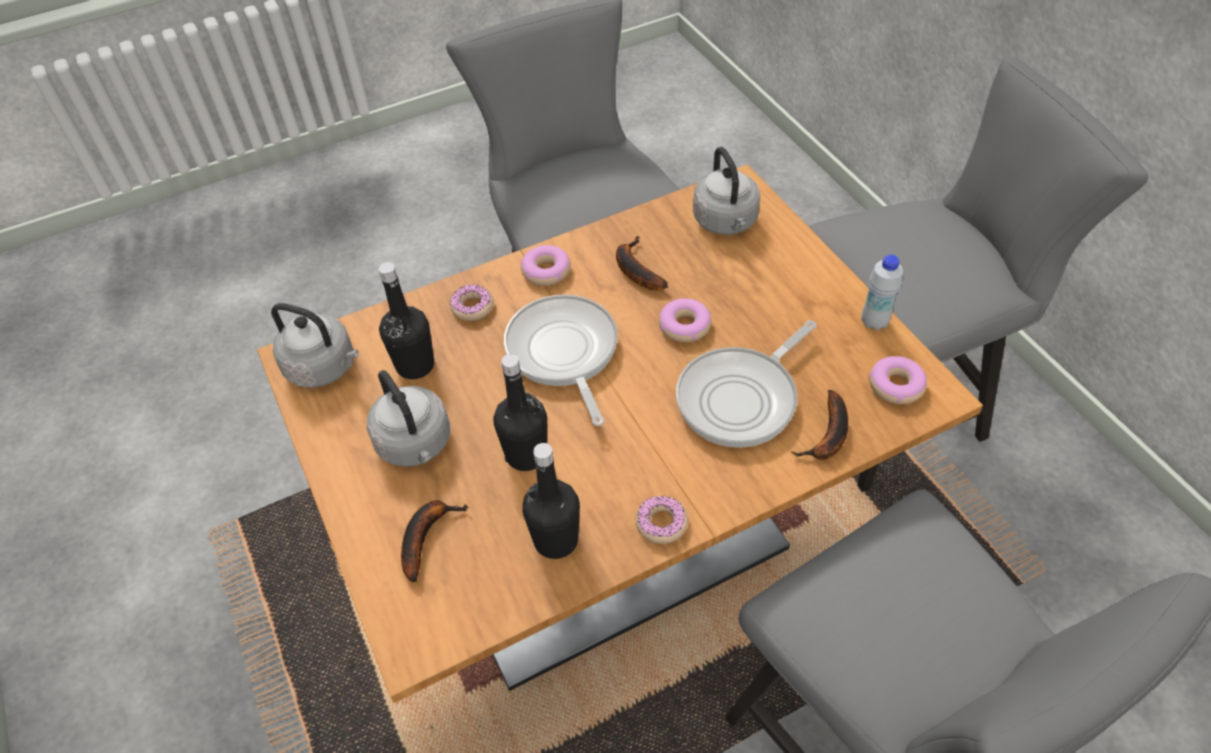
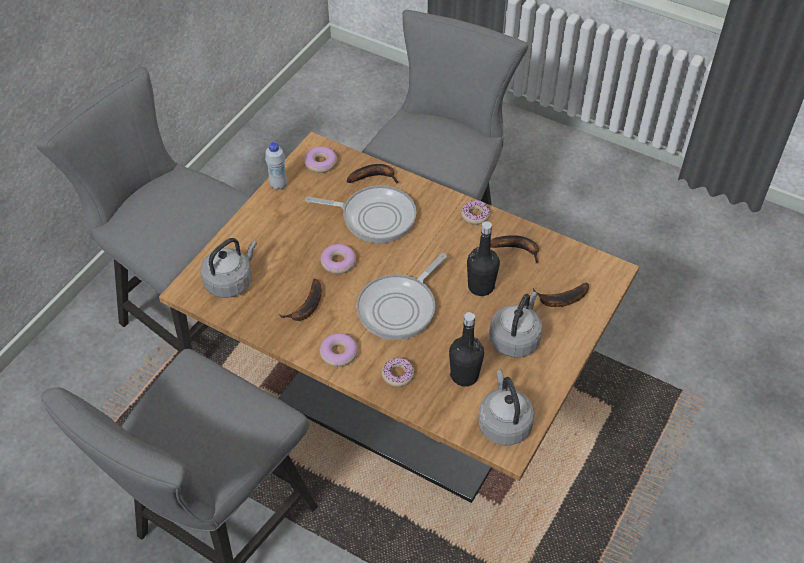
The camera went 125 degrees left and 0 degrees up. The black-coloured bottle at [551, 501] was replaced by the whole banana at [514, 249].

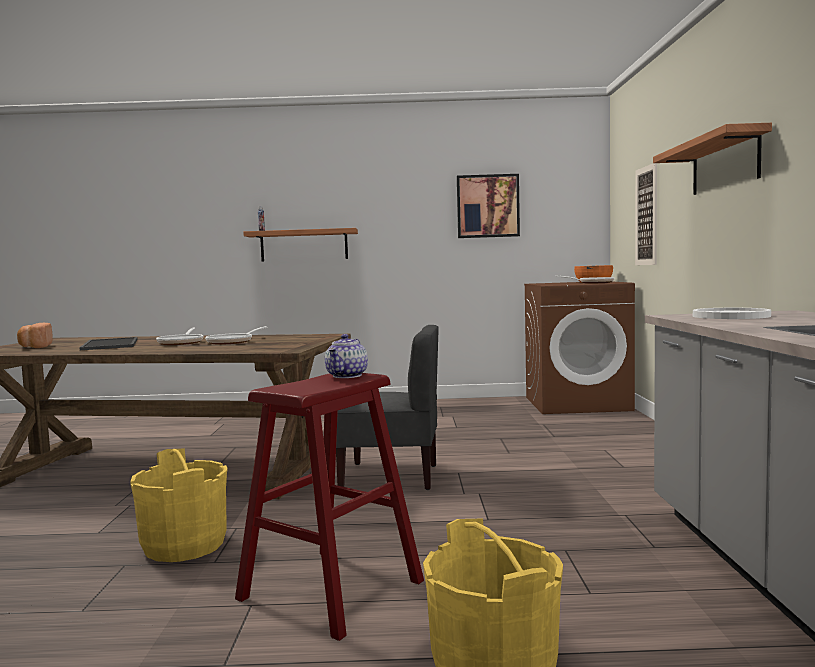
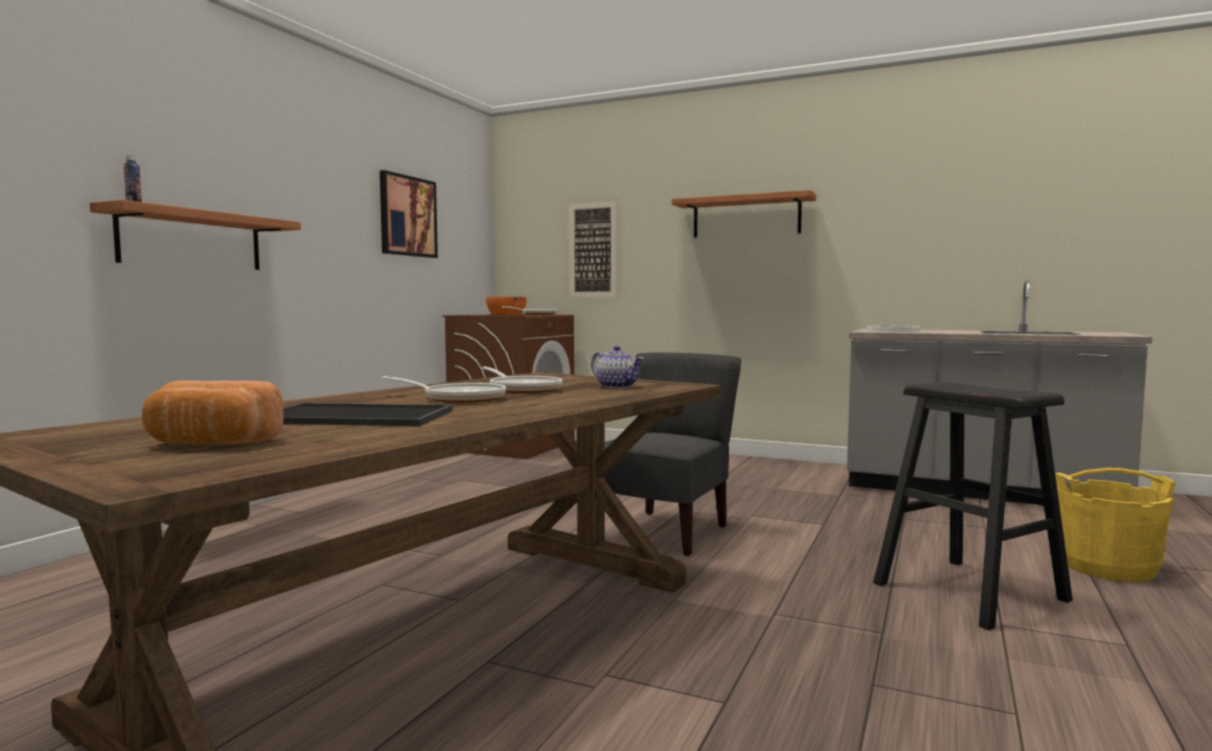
The camera went 65 degrees left and 0 degrees up. The pot for tea moved from [346, 356] to [617, 367]. The red-coloured stool seat at [329, 507] became the black-coloured stool seat at [973, 506]. The yellowish bucket at [179, 505] disappeared.

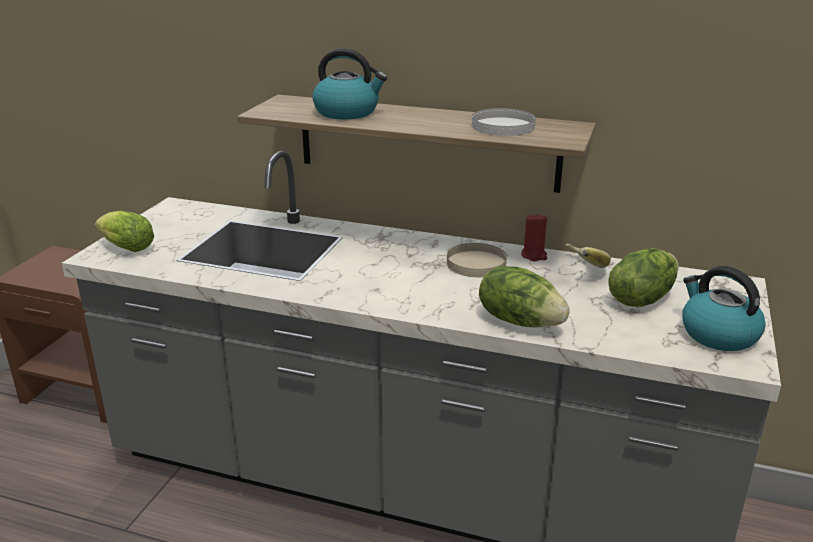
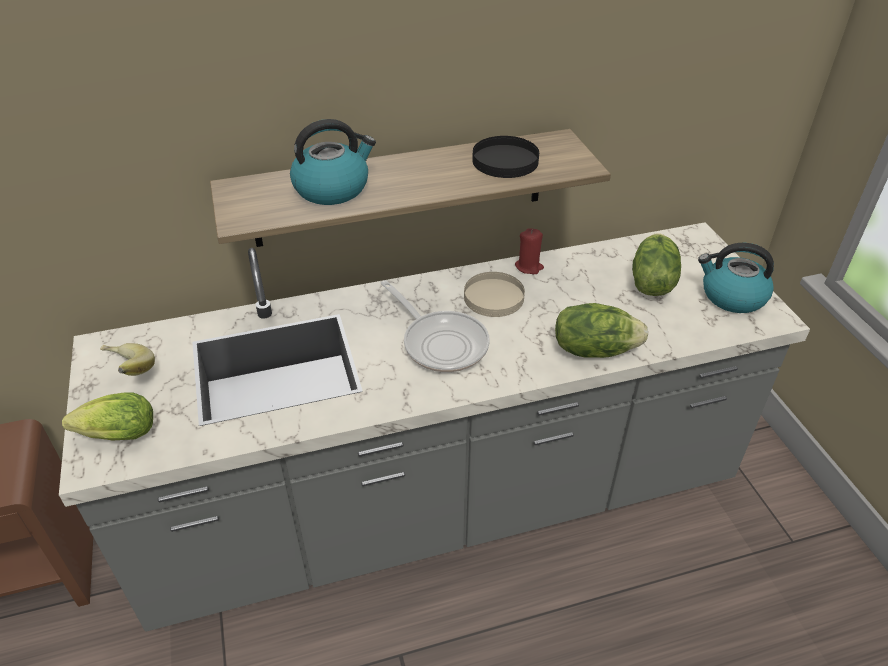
The camera went 35 degrees left and 15 degrees up. The whitish dinner plate at [504, 122] became the black-coloured dinner plate at [505, 157]. The whole banana moved from [588, 255] to [127, 359]. The frying pan at [435, 326] appeared.

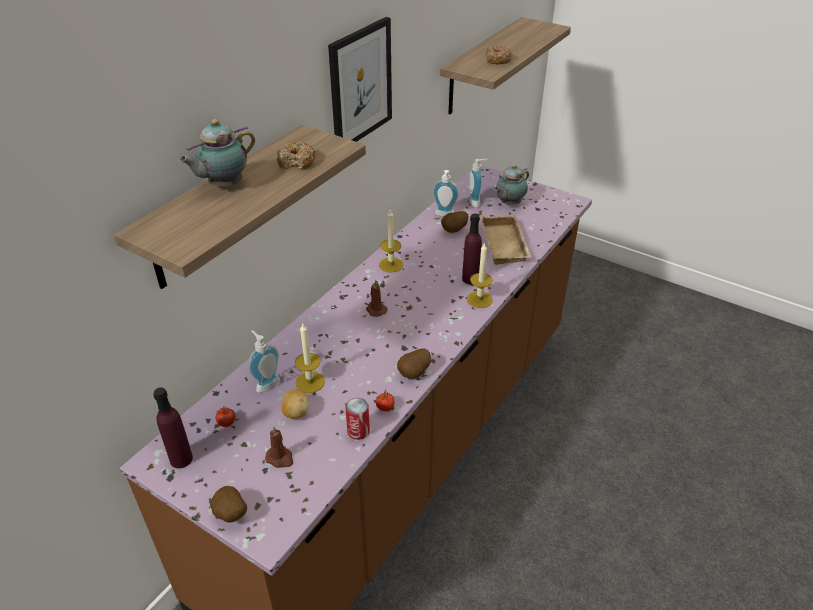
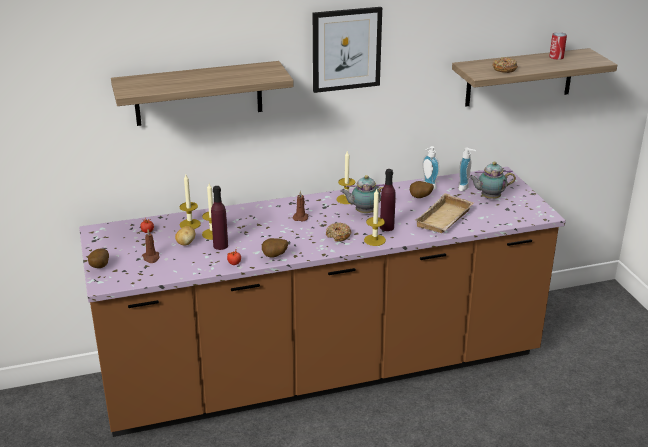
The camera went 40 degrees right and 10 degrees down. The pot for tea moved from [217, 153] to [362, 194]. The doughnut moved from [296, 155] to [338, 232]. The soap bottle at [264, 361] was replaced by the wax light at [190, 202]. The purple bottle moved from [173, 427] to [219, 218]. The can moved from [358, 419] to [558, 46].

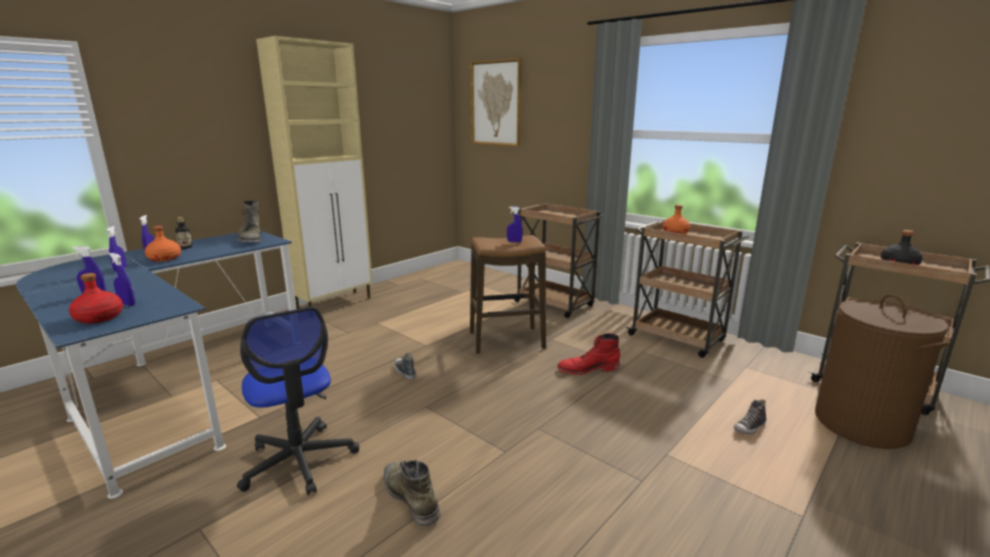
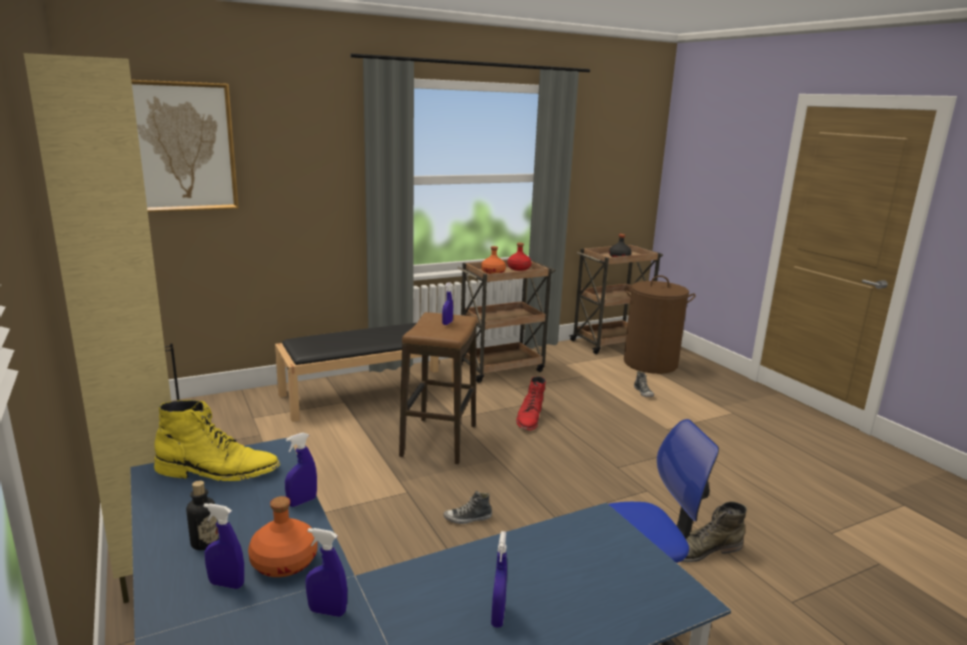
The camera went 70 degrees left and 0 degrees up. The greenish boot at [249, 221] became the yellowish boot at [217, 440]. The brown trolley at [559, 260] was replaced by the black-coloured bench at [364, 372]. The blue-coloured spray bottle moved from [122, 279] to [301, 470]. The red-coloured bottle moved from [96, 298] to [519, 257].

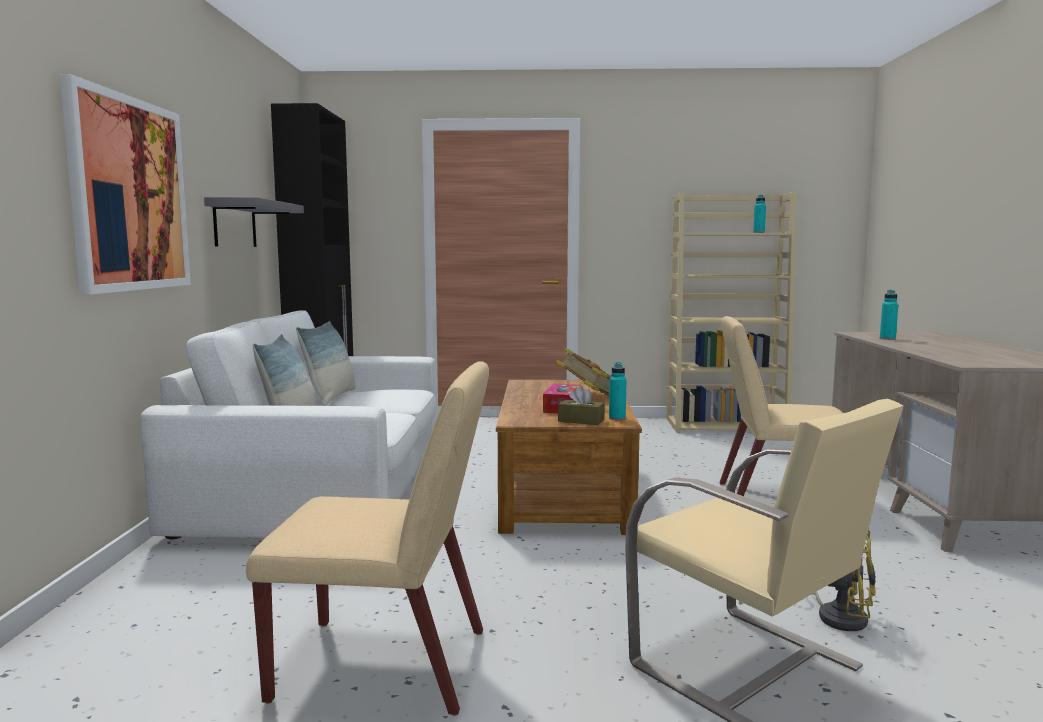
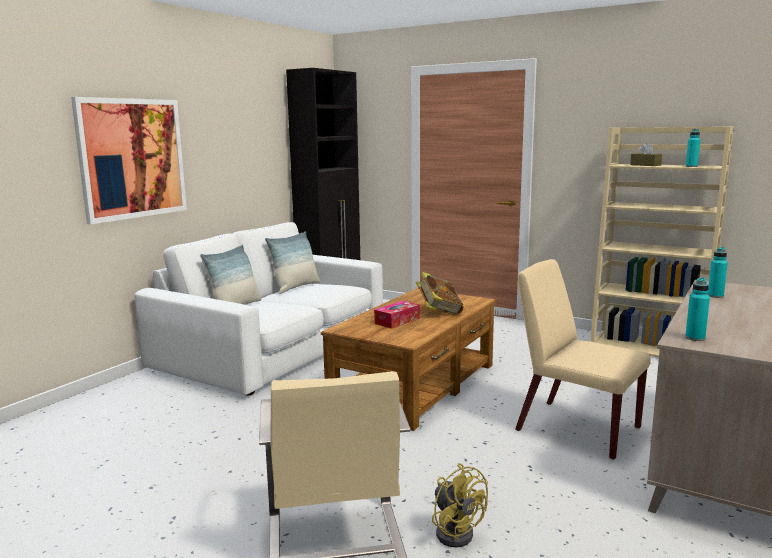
The camera went 30 degrees right and 5 degrees up. The gray wall shelf at [254, 222] disappeared. The sand-coloured chair at [367, 539] disappeared. The turquoise bottle moved from [618, 391] to [697, 309]. The brown box of tissues moved from [581, 405] to [646, 154].

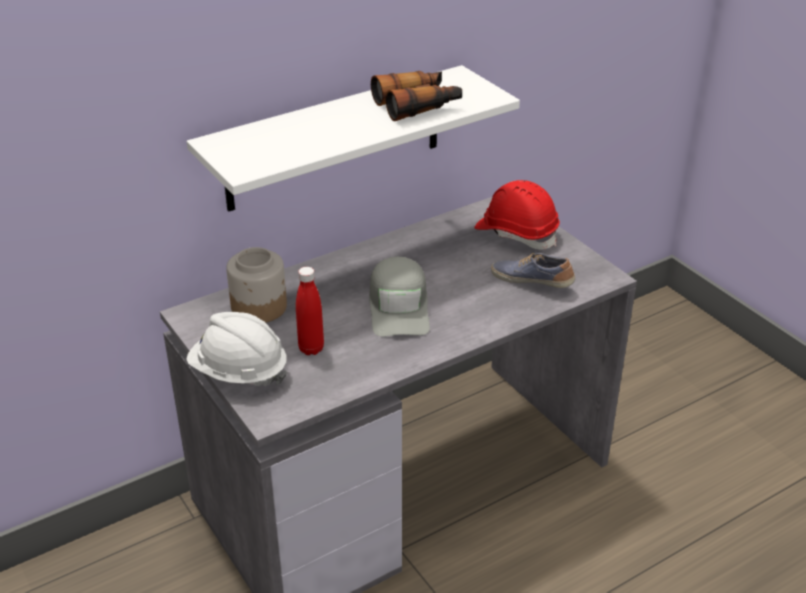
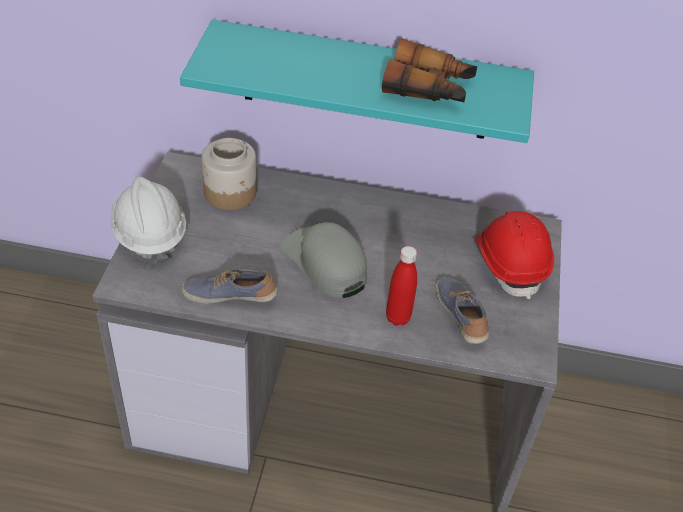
The camera went 40 degrees right and 10 degrees up. The whitish wall shelf at [353, 138] became the turquoise wall shelf at [357, 81]. The gray peaked cap at [399, 296] turned 105 degrees clockwise. The red-coloured bottle moved from [310, 311] to [401, 286]. The item of footwear at [230, 286] appeared.

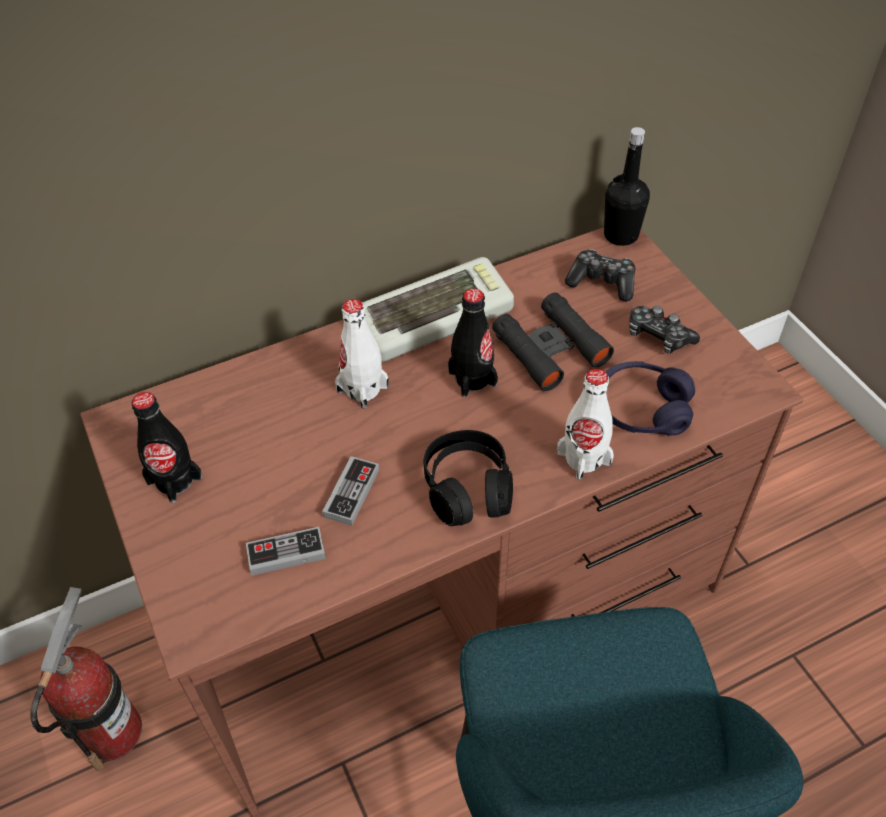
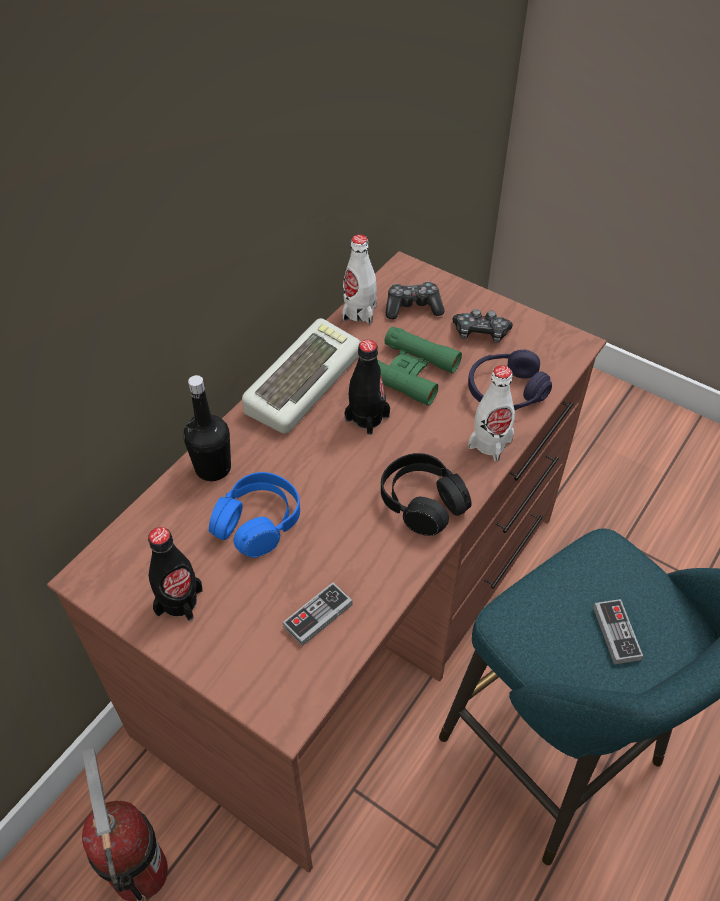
The camera went 30 degrees left and 0 degrees up. The black-coloured bottle moved from [627, 186] to [207, 428]. The black-coloured field glasses at [553, 341] became the greenish field glasses at [420, 366]. The whitish bottle moved from [362, 354] to [359, 279]. The joypad moved from [350, 491] to [618, 631]. The blue-coloured headphones at [254, 515] appeared.

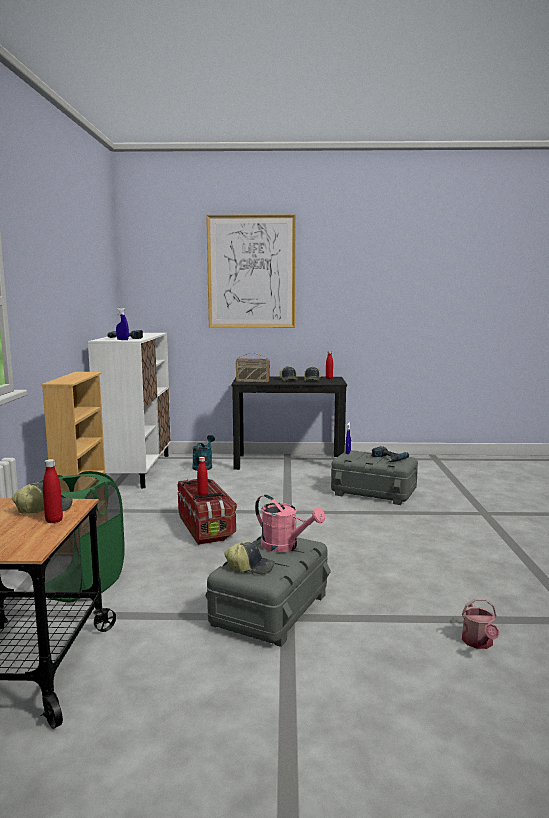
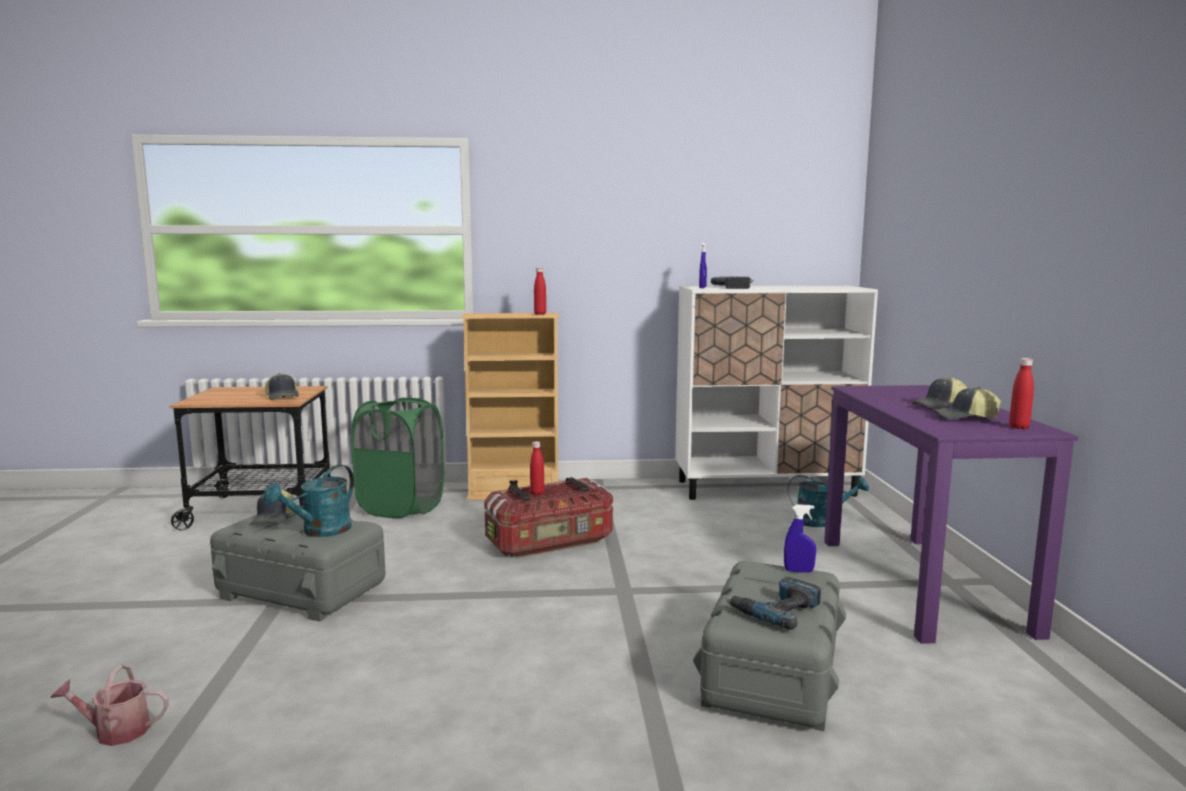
The camera went 85 degrees right and 0 degrees up. The picture at [251, 271] disappeared. The radio set at [253, 368] disappeared. The black-coloured desk at [289, 423] became the purple desk at [951, 514]. The red-coloured bottle moved from [53, 491] to [540, 291]. The pink watering pot at [290, 523] became the turquoise watering pot at [309, 501].

